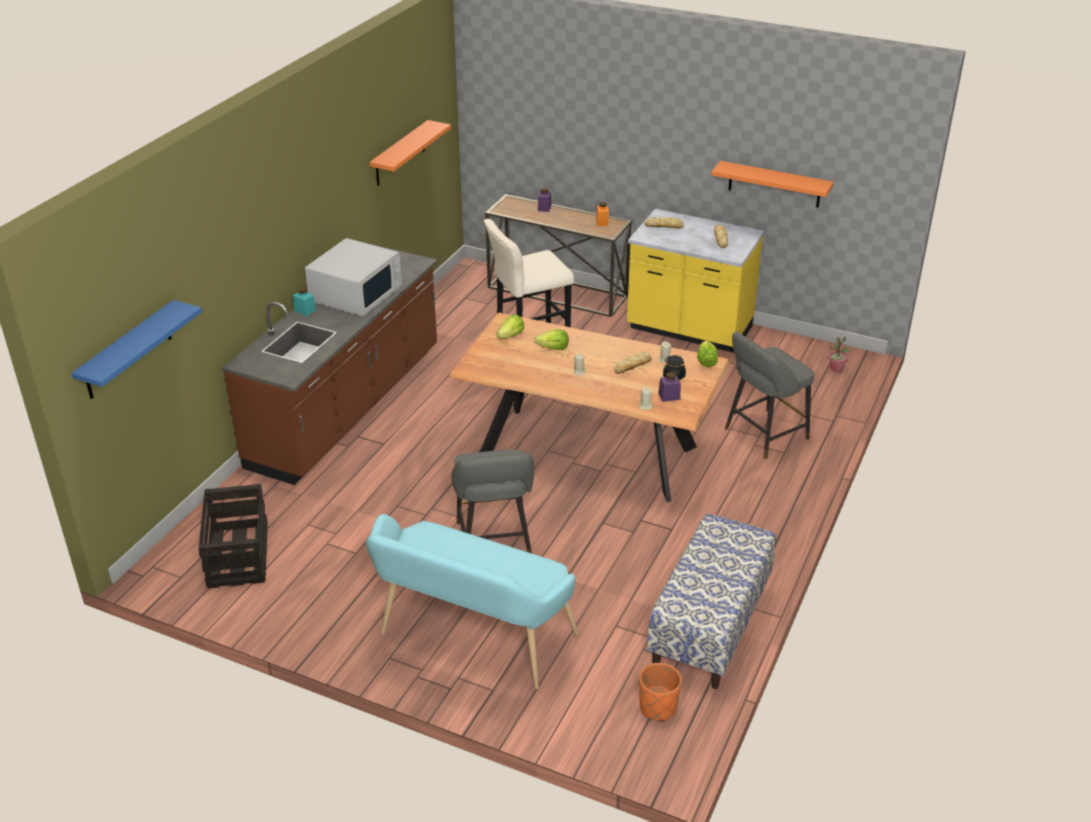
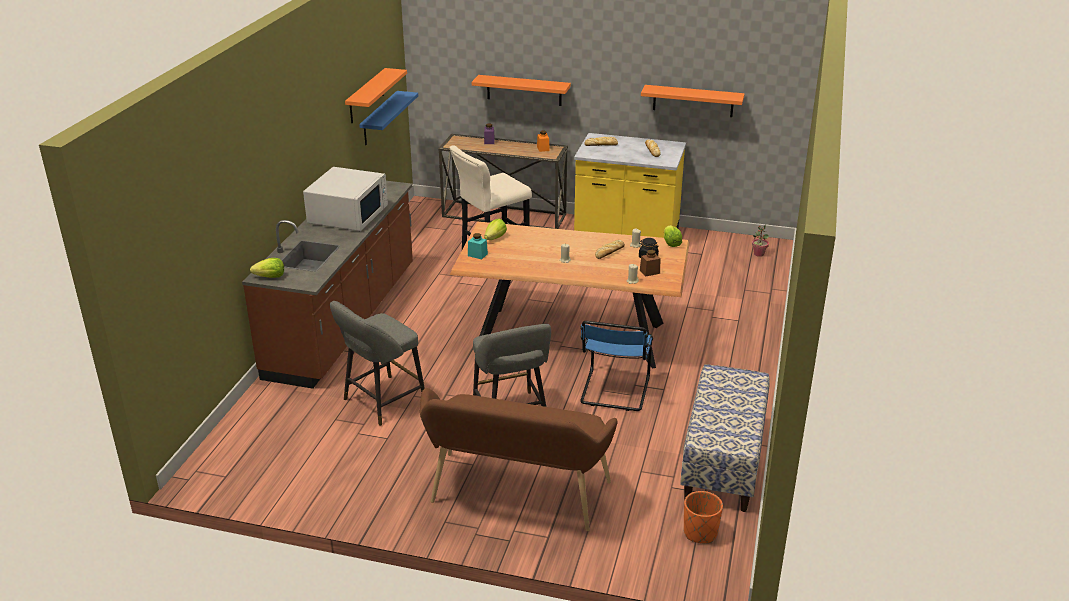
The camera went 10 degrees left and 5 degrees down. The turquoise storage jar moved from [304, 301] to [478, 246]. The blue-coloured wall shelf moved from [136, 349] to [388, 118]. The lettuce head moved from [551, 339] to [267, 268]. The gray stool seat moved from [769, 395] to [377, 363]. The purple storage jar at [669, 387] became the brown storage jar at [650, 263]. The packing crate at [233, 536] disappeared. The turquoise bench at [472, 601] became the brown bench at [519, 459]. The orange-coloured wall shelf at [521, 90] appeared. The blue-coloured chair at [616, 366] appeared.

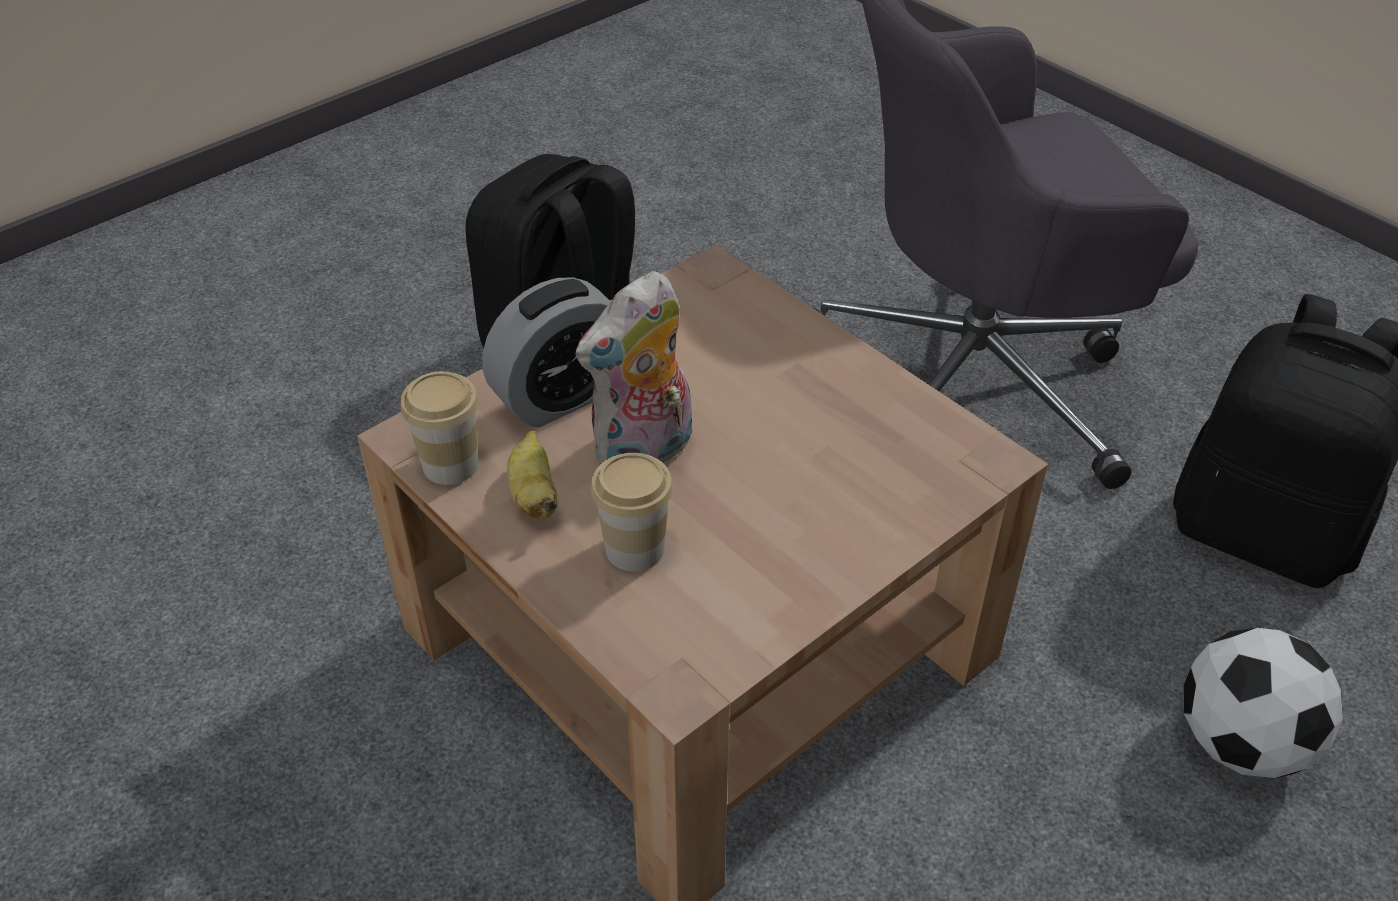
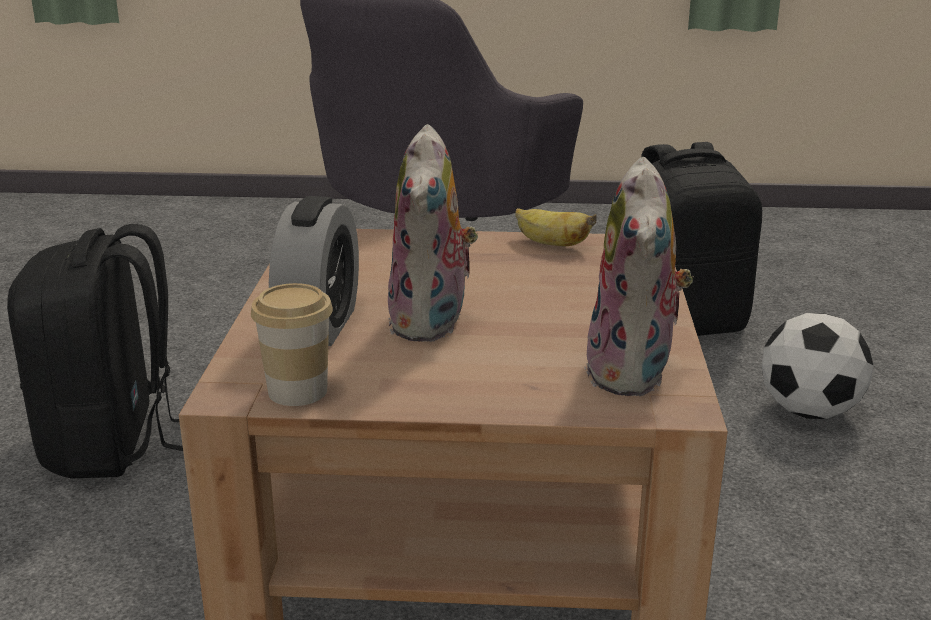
The camera went 45 degrees left and 20 degrees down. The whole banana moved from [533, 474] to [556, 227]. The small cup at [632, 512] disappeared. The plush toy at [639, 276] appeared.

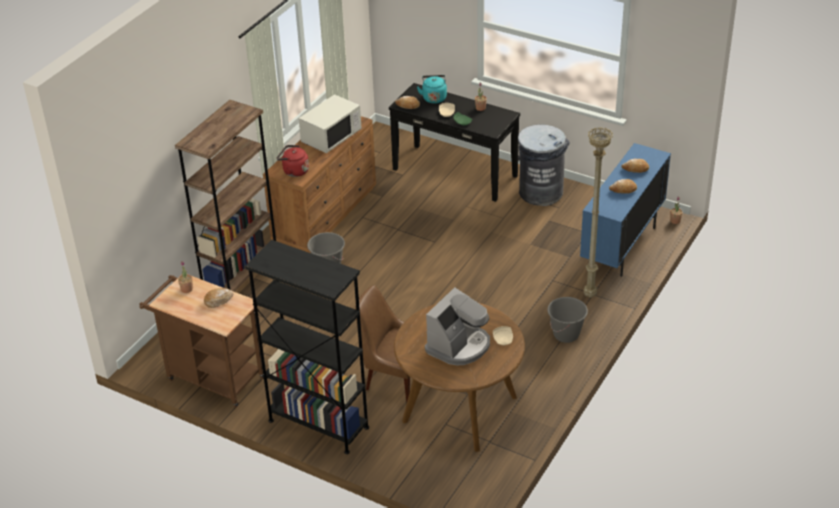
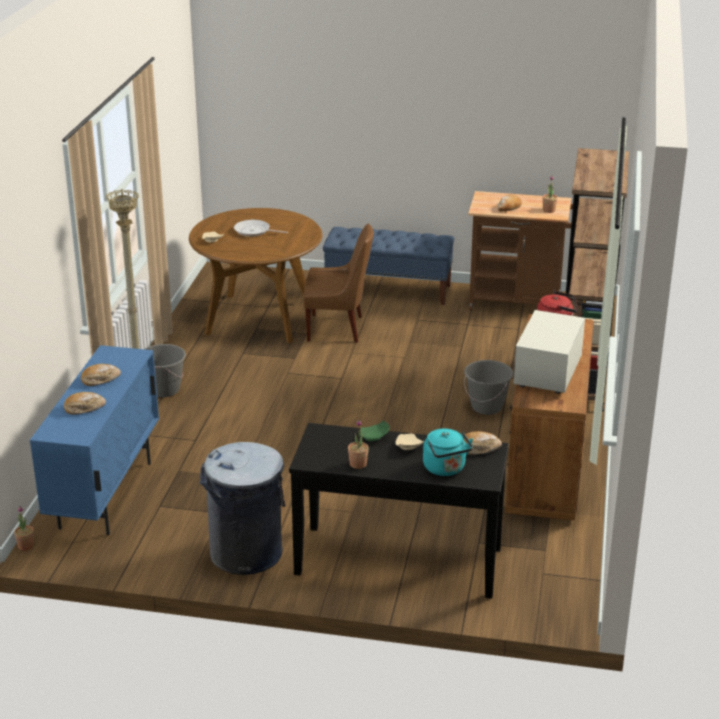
The camera went 160 degrees right and 10 degrees down. The black-coloured bookcase at [307, 347] was replaced by the blue-coloured bench at [389, 266]. The coffee machine at [457, 326] was replaced by the frying pan at [261, 228].

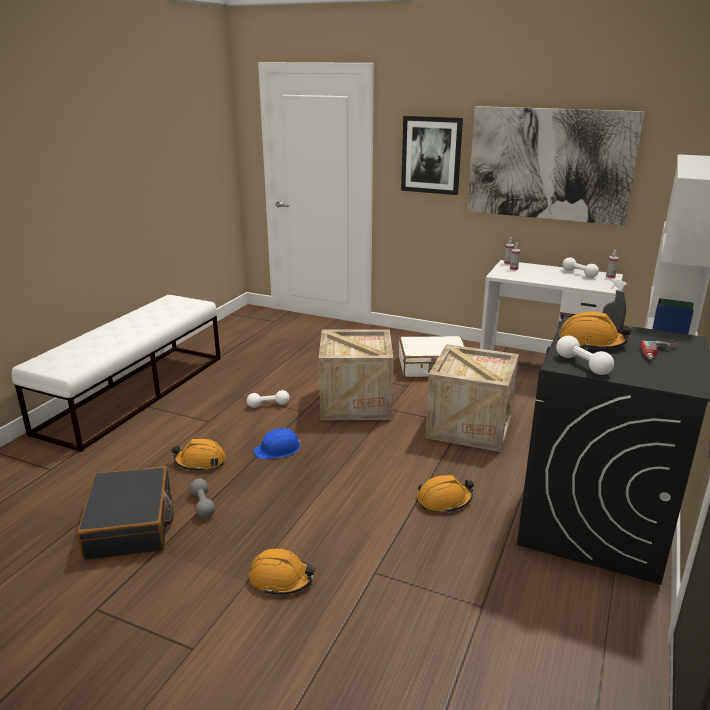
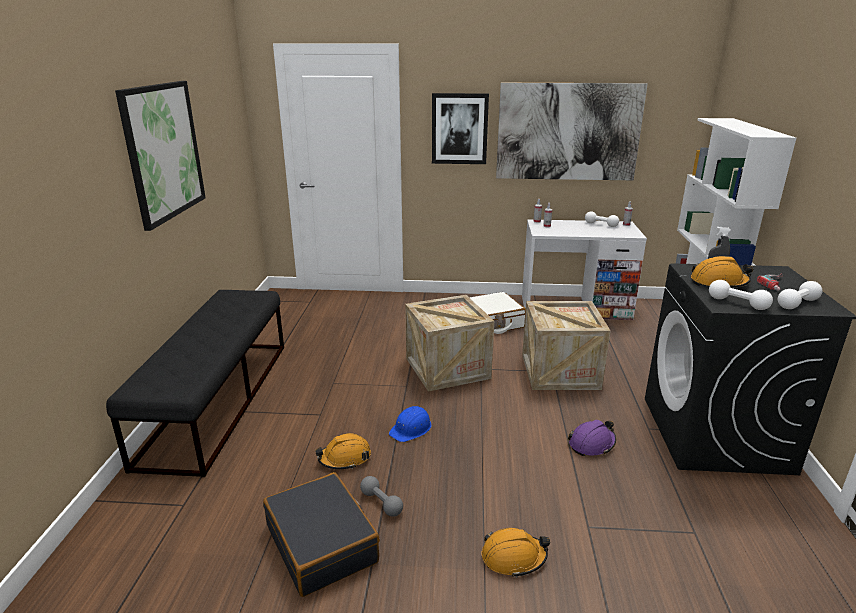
The camera went 20 degrees left and 0 degrees up. The whitish bench at [116, 373] became the black-coloured bench at [195, 383]. The whitish free weight moved from [268, 399] to [800, 295]. The orange-coloured safety helmet at [445, 494] became the purple safety helmet at [592, 438]. The picture at [160, 156] appeared.

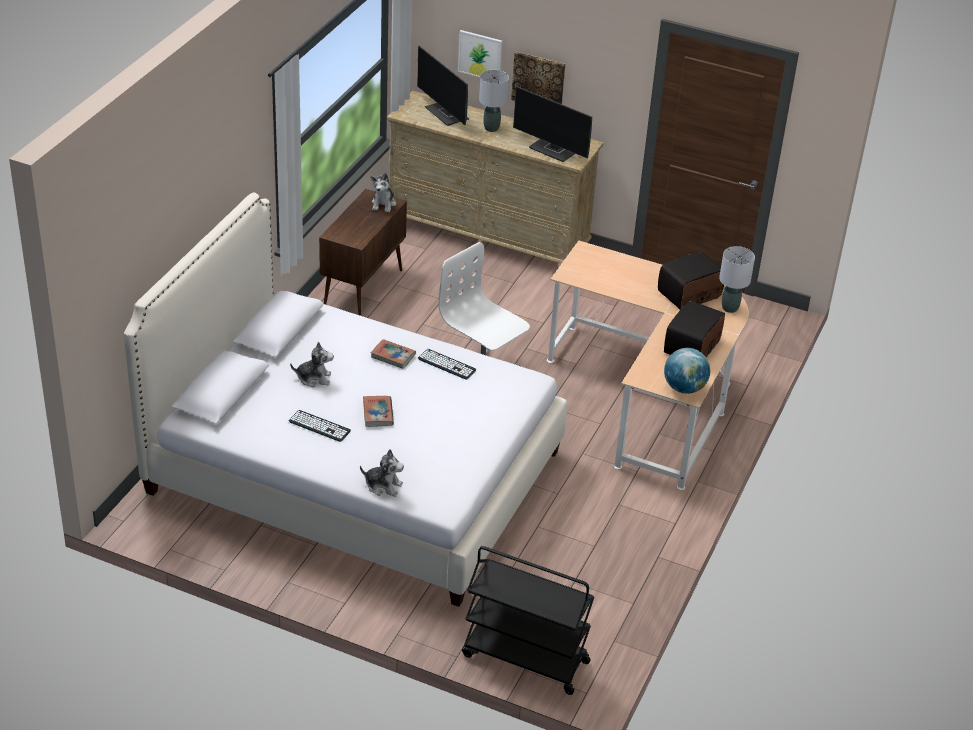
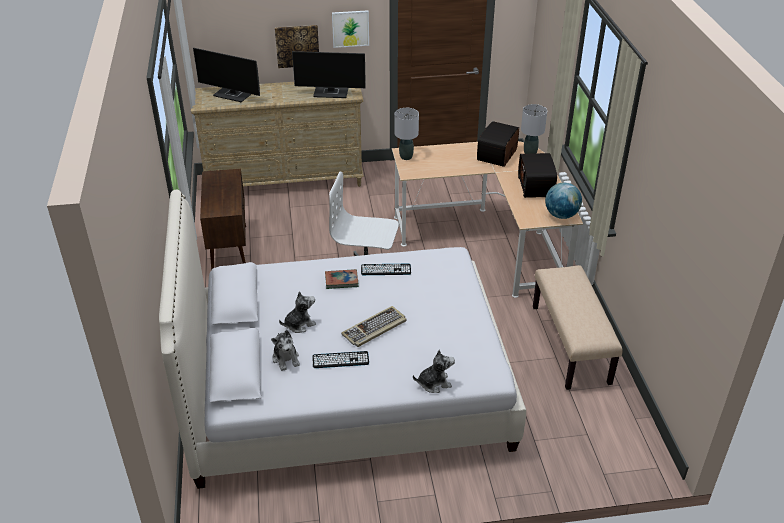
The camera went 30 degrees left and 0 degrees up. The picture moved from [480, 53] to [350, 29]. The gray table lamp moved from [494, 101] to [407, 134]. The plush toy moved from [383, 192] to [285, 350]. The volume at [378, 411] was replaced by the PC keyboard at [374, 326]. The black-coloured trolley at [528, 620] disappeared. The sand-coloured bench at [578, 327] appeared.

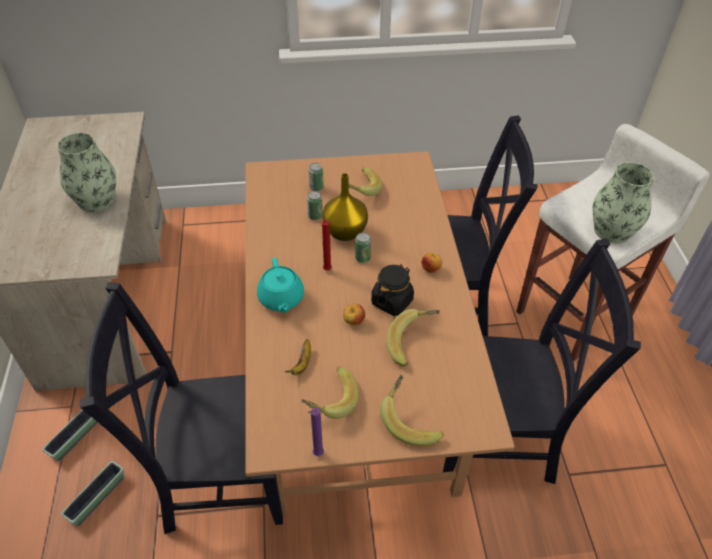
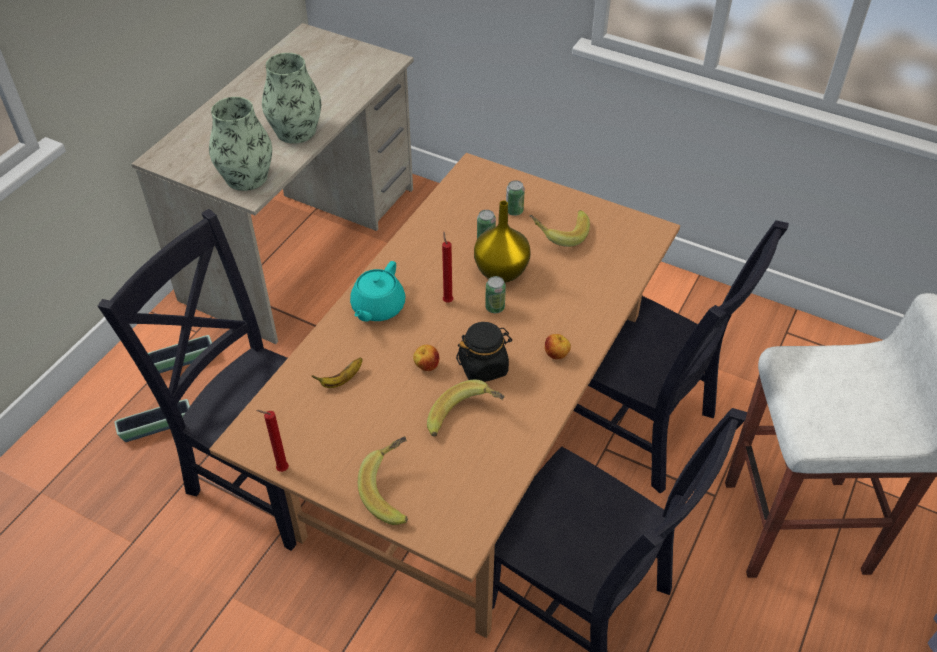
The camera went 35 degrees right and 0 degrees up. The flower vase moved from [623, 203] to [240, 144]. The whole banana at [330, 392] disappeared. The purple wax light at [316, 431] became the red-coloured wax light at [272, 441].

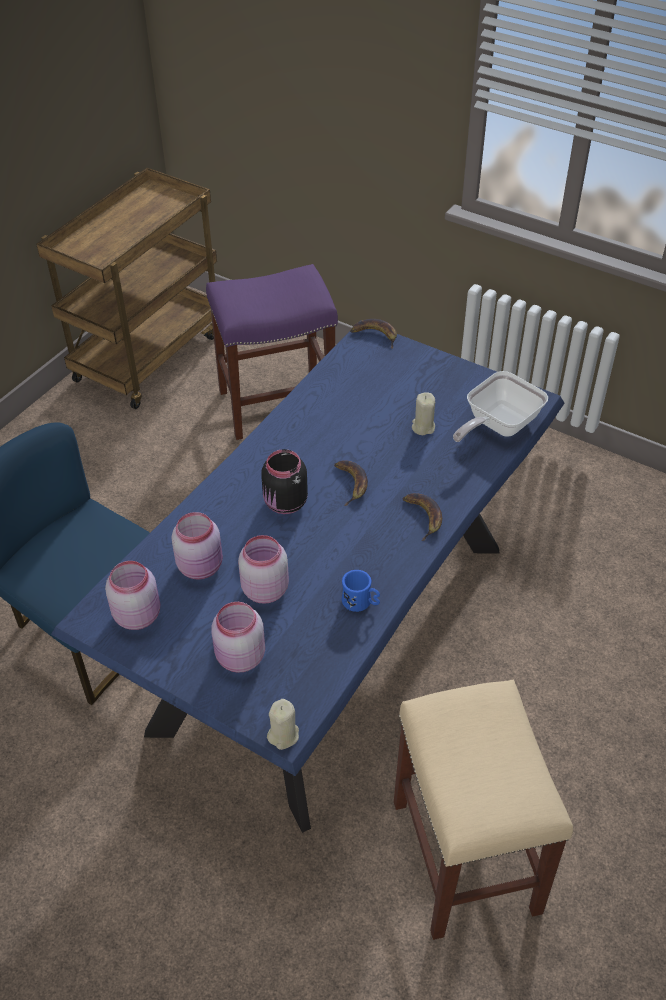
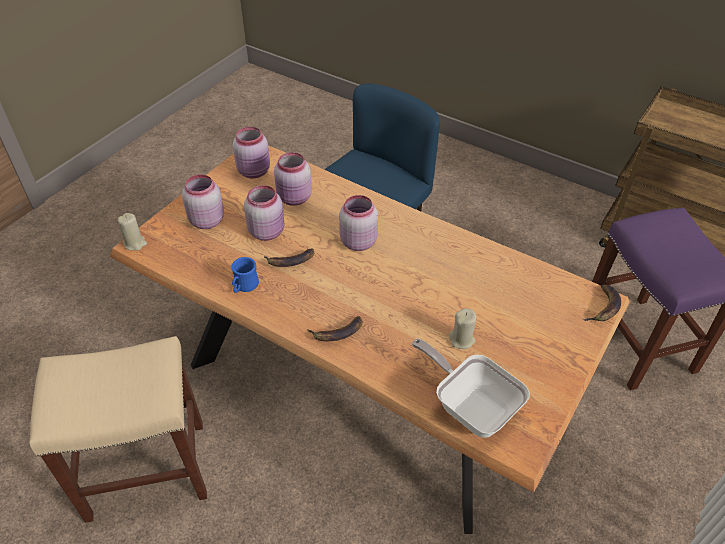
The camera went 90 degrees right and 0 degrees up. The blue-coloured kitchen table at [308, 576] became the brown kitchen table at [370, 339]. The black-coloured storage jar at [284, 481] became the pink storage jar at [358, 223]. The whole banana moved from [351, 483] to [289, 257].

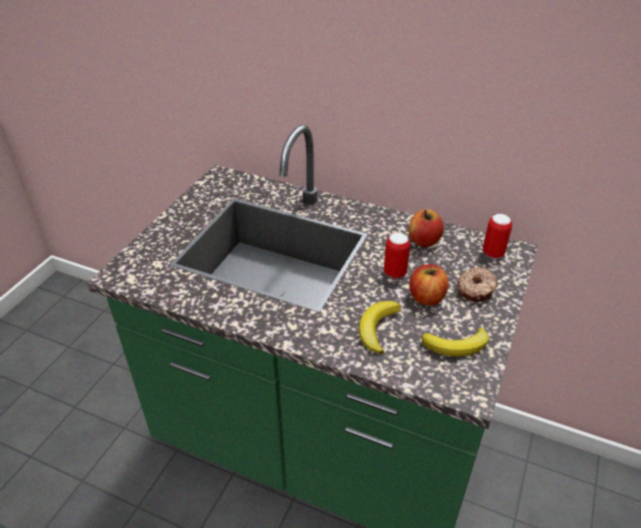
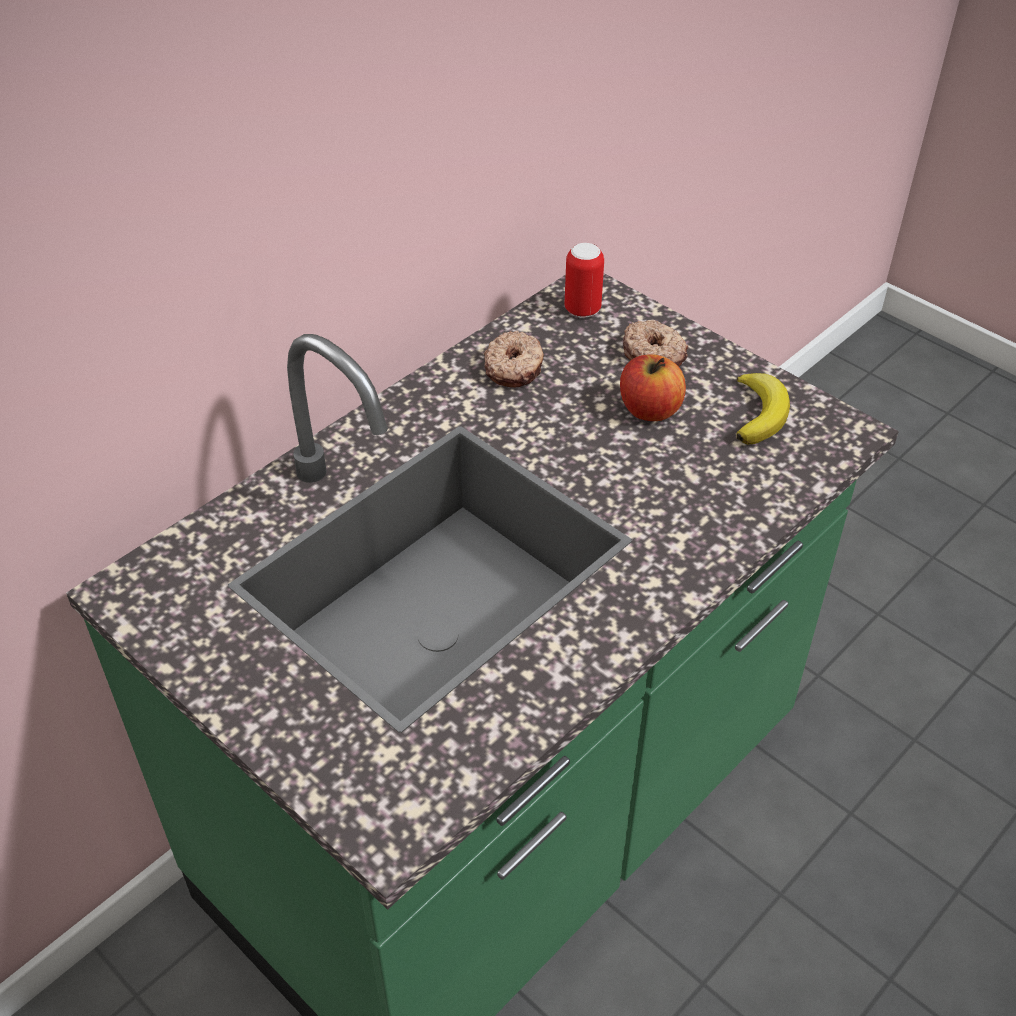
The camera went 70 degrees left and 5 degrees up. The whole apple at [426, 228] was replaced by the doughnut at [514, 359]. The can at [397, 255] disappeared. The whole banana at [380, 327] disappeared.

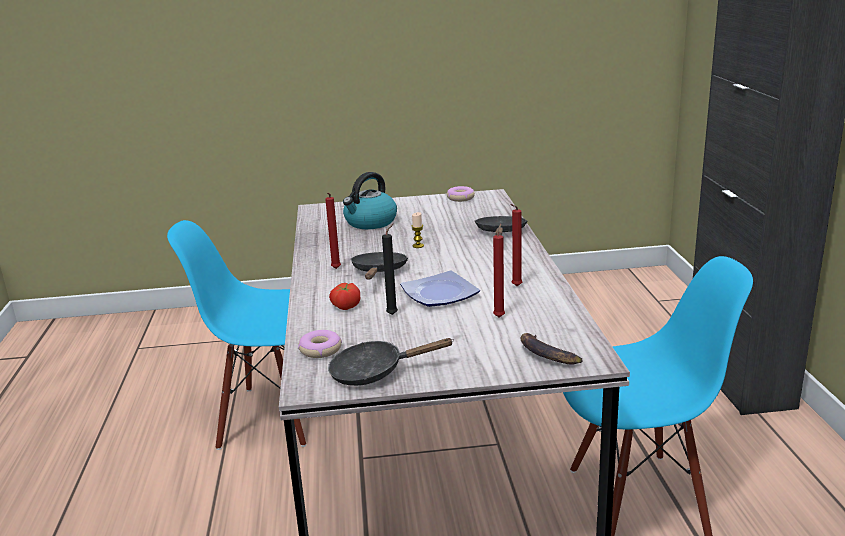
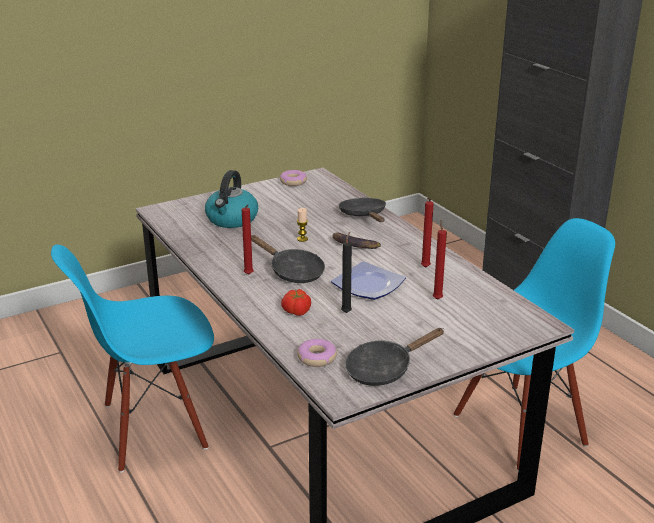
The camera went 25 degrees left and 5 degrees up. The black-coloured frying pan at [379, 266] turned 150 degrees clockwise. The whole banana moved from [551, 349] to [356, 241].

